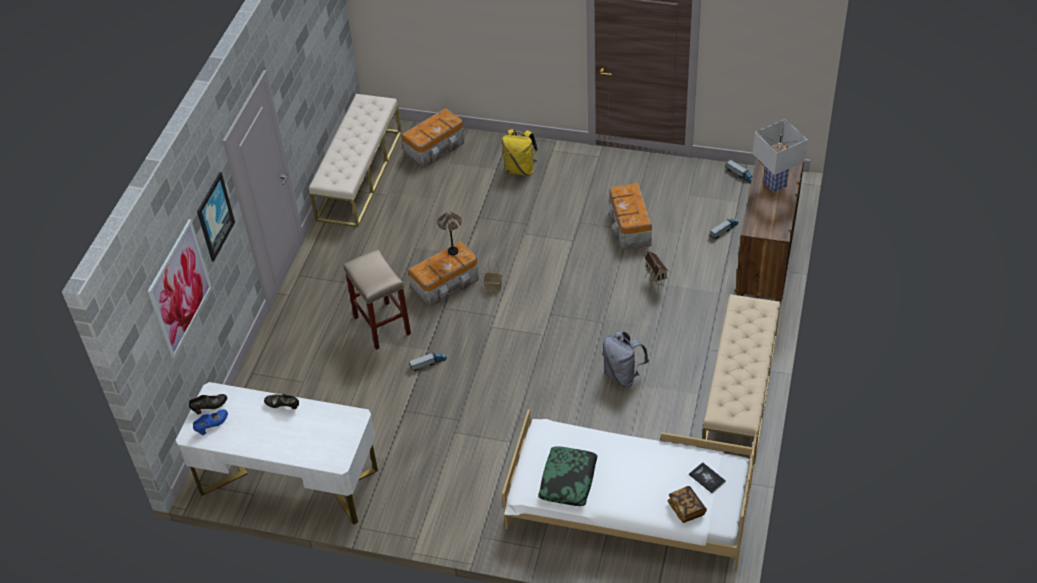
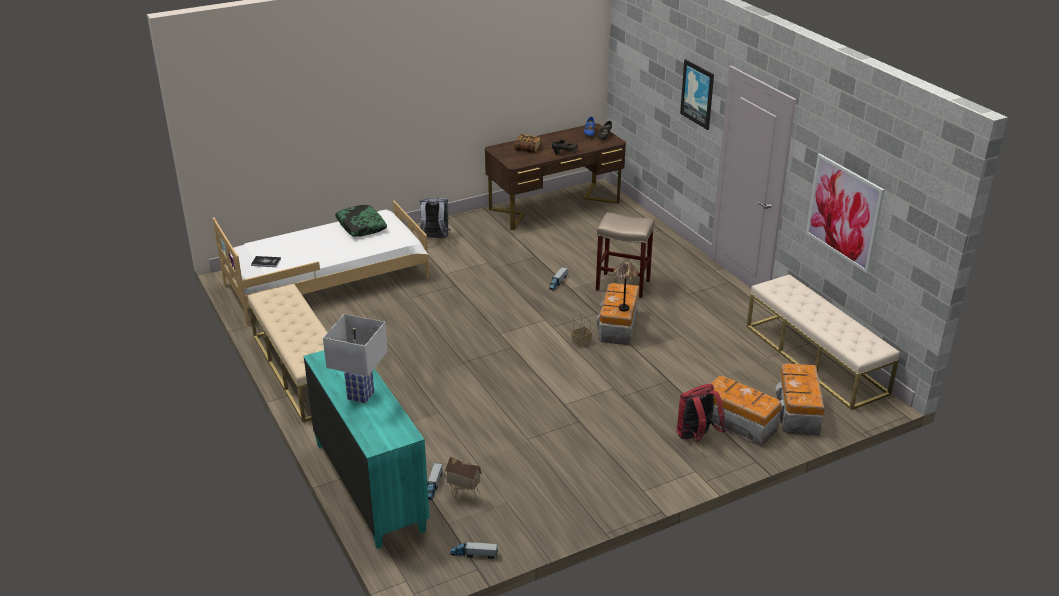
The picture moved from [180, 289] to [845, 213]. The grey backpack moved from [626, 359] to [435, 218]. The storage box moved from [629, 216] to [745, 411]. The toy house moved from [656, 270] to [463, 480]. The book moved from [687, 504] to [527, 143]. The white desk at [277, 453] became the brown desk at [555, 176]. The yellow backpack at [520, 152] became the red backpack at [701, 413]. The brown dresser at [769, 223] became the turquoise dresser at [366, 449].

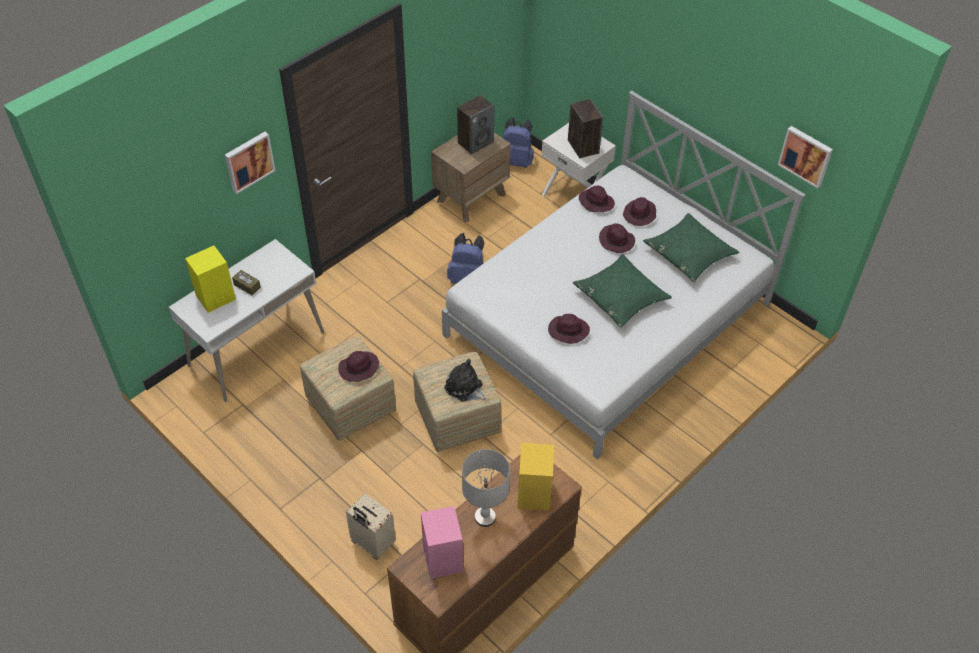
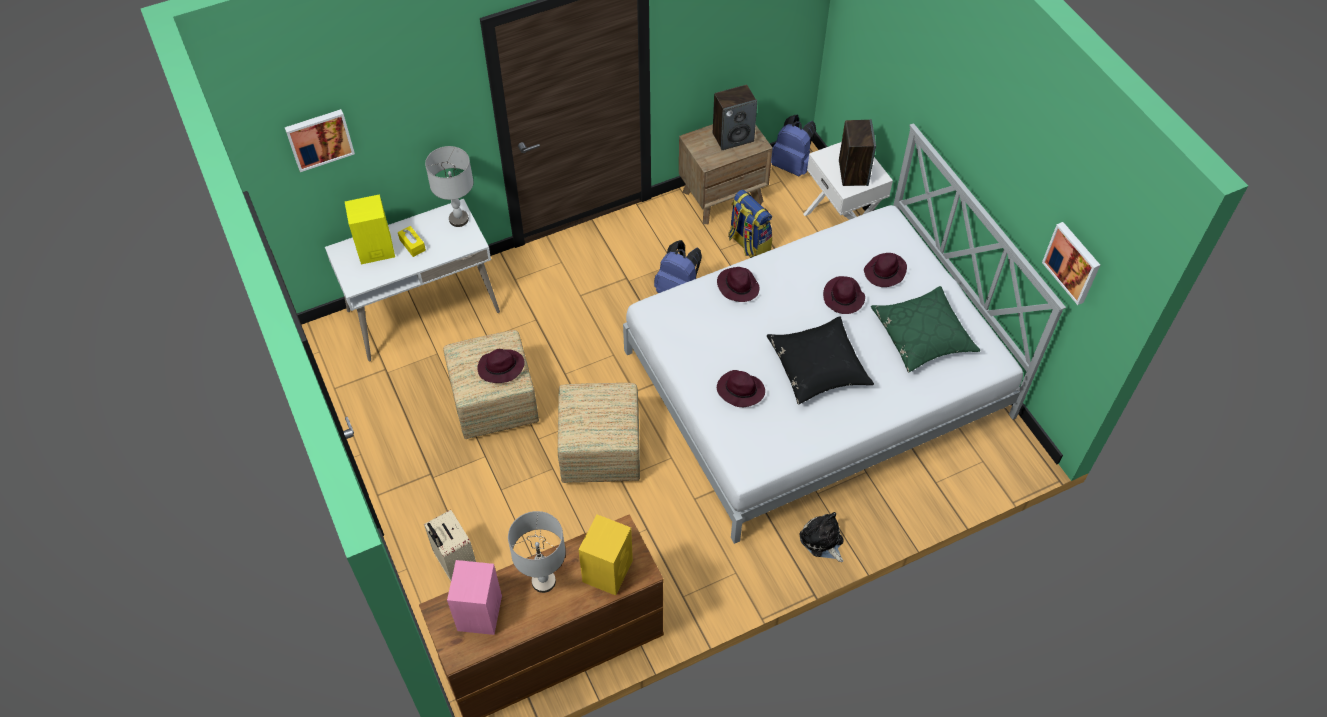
The grey table lamp at [449, 186] appeared. The backpack at [750, 224] appeared. The picture moved from [250, 163] to [320, 140]. The plush toy moved from [465, 380] to [821, 537]. The purple hat moved from [597, 199] to [738, 284]. The brown tissue box at [246, 282] became the yellow tissue box at [412, 241]. The green pillow at [622, 291] became the black pillow at [820, 360].

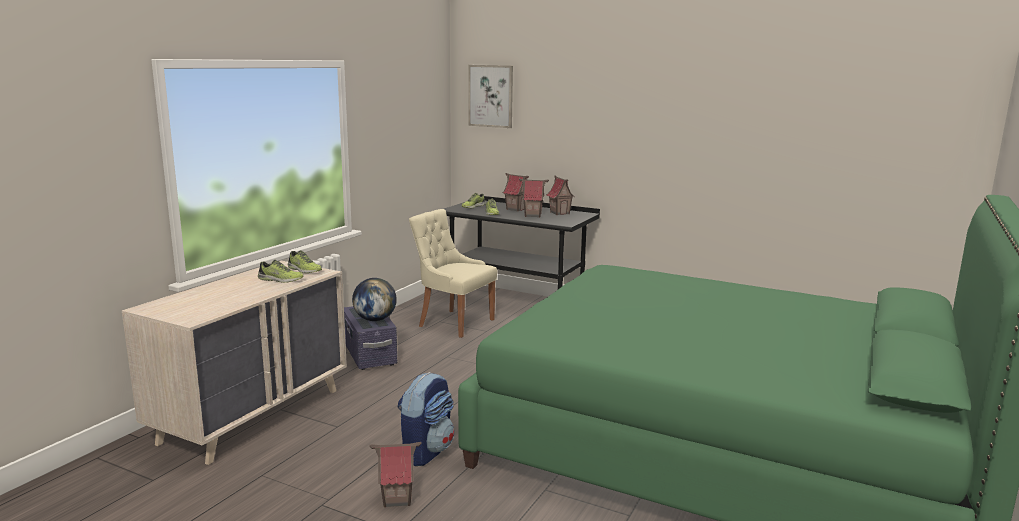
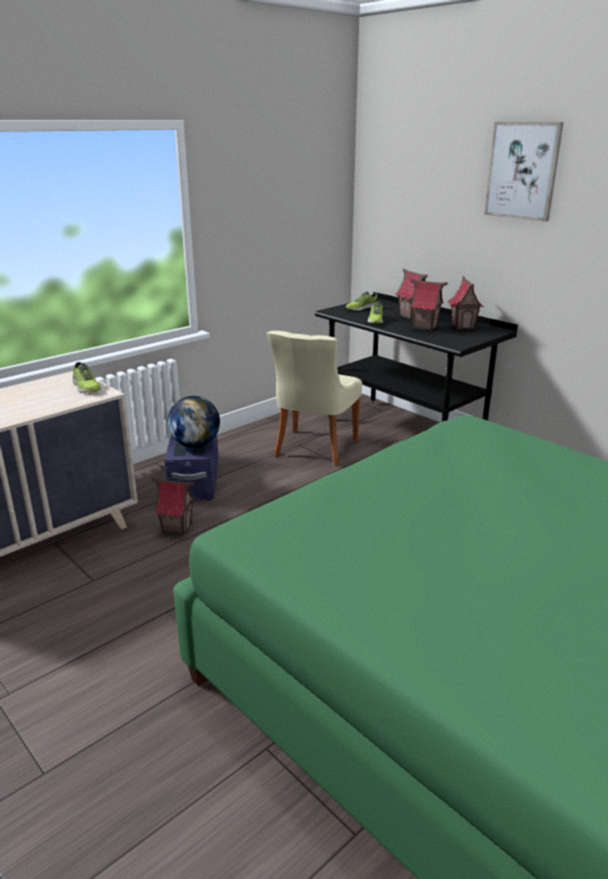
The shoe at [280, 271] disappeared. The backpack at [426, 419] disappeared. The toy house moved from [395, 475] to [173, 506]. The picture moved from [490, 96] to [524, 172]. The beige chair at [453, 273] turned 120 degrees counterclockwise.

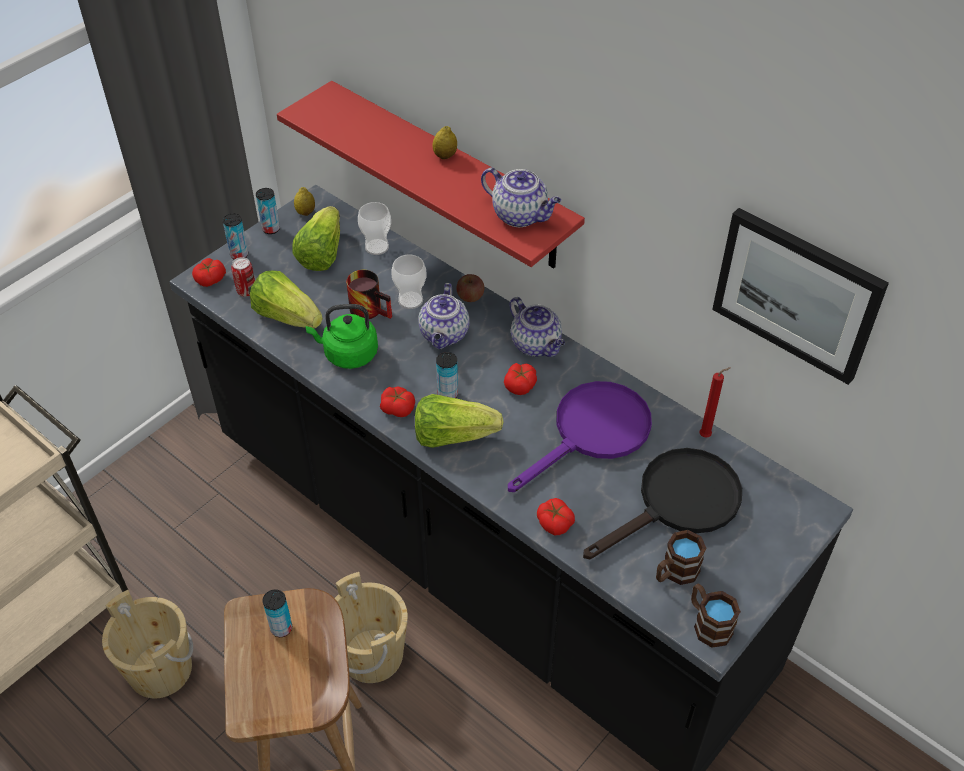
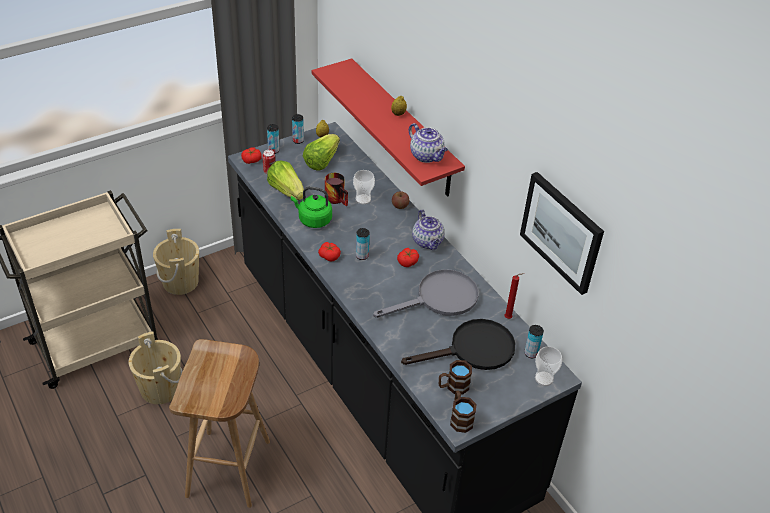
The lettuce at [459, 421] disappeared. The teapot at [444, 316] disappeared. The tomato at [556, 516] disappeared. The can moved from [277, 613] to [534, 341]. The beige bucket moved from [371, 627] to [176, 262]. The cup moved from [374, 228] to [548, 366]. The purple frying pan at [580, 436] became the grey frying pan at [425, 293].

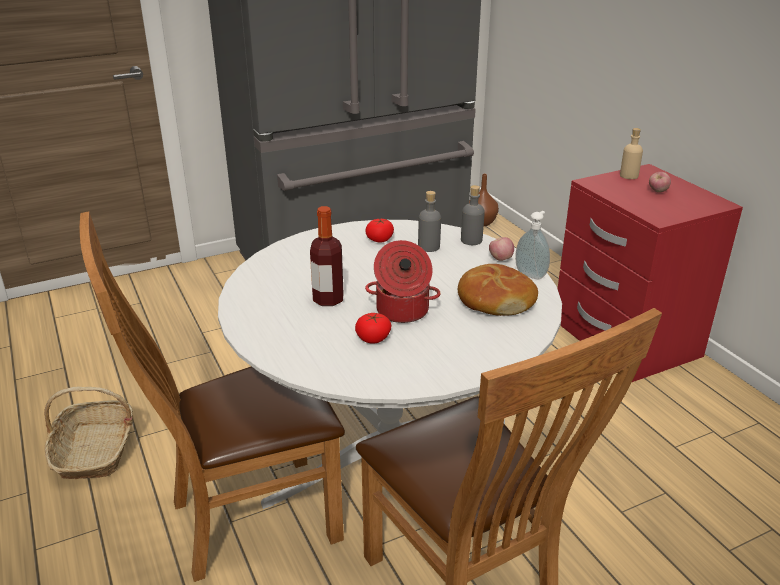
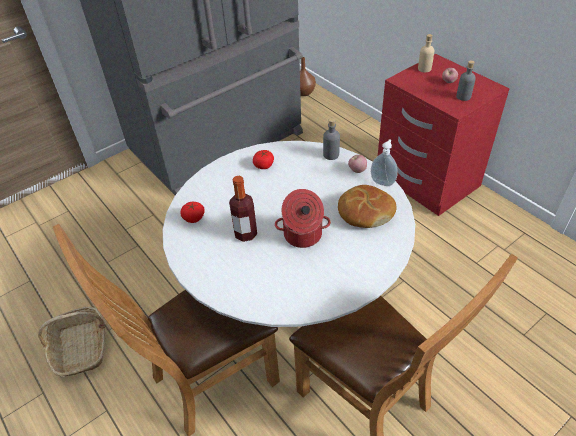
The tomato moved from [373, 328] to [192, 212]. The grey bottle moved from [429, 221] to [466, 80].

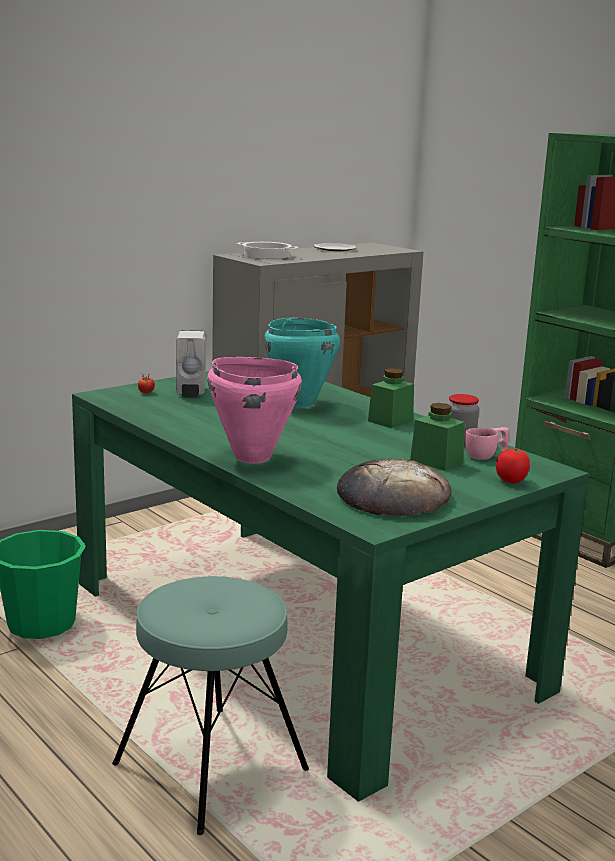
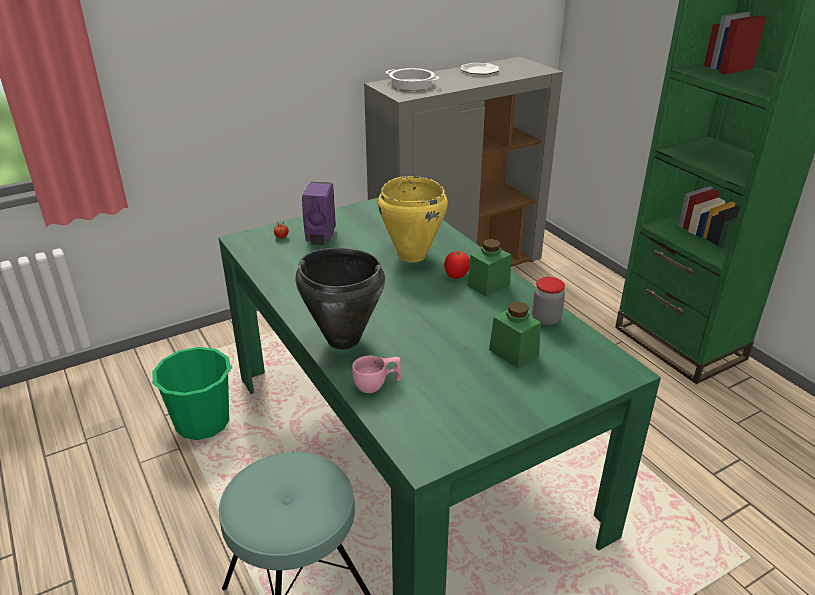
The bread at [394, 487] disappeared. The pink cup moved from [487, 443] to [376, 374]. The tomato moved from [513, 466] to [457, 265]. The white soap dispenser at [191, 363] became the purple soap dispenser at [319, 213]. The pink cooking pot at [254, 410] became the black cooking pot at [340, 298]. The turquoise cooking pot at [302, 362] became the yellow cooking pot at [413, 219].

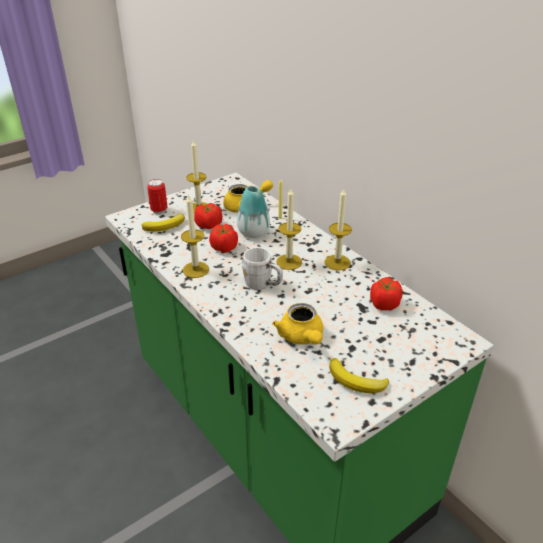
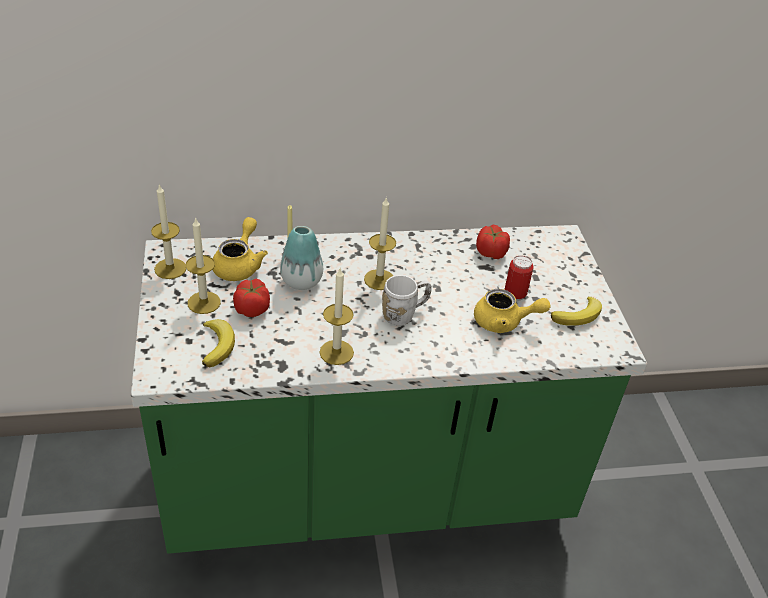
The tomato at [223, 238] disappeared. The can moved from [157, 196] to [519, 278]. The candle moved from [338, 229] to [169, 231].

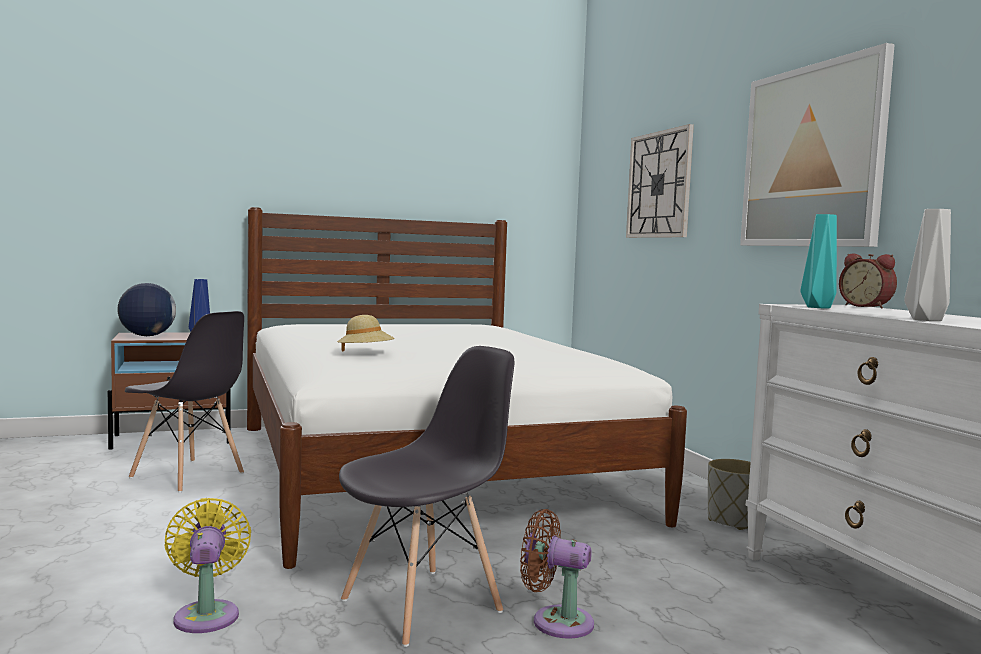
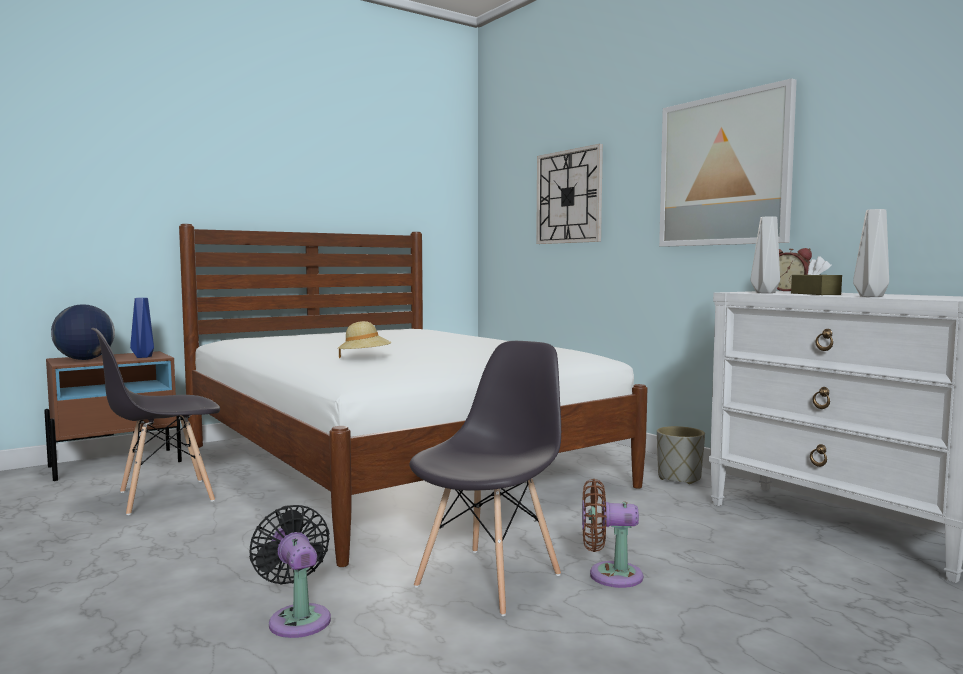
The brown tissue box at [816, 275] appeared. The yellow fan at [207, 565] became the black fan at [290, 571]. The turquoise vase at [818, 261] became the grey vase at [765, 254]. The grey chair at [184, 402] turned 135 degrees clockwise.

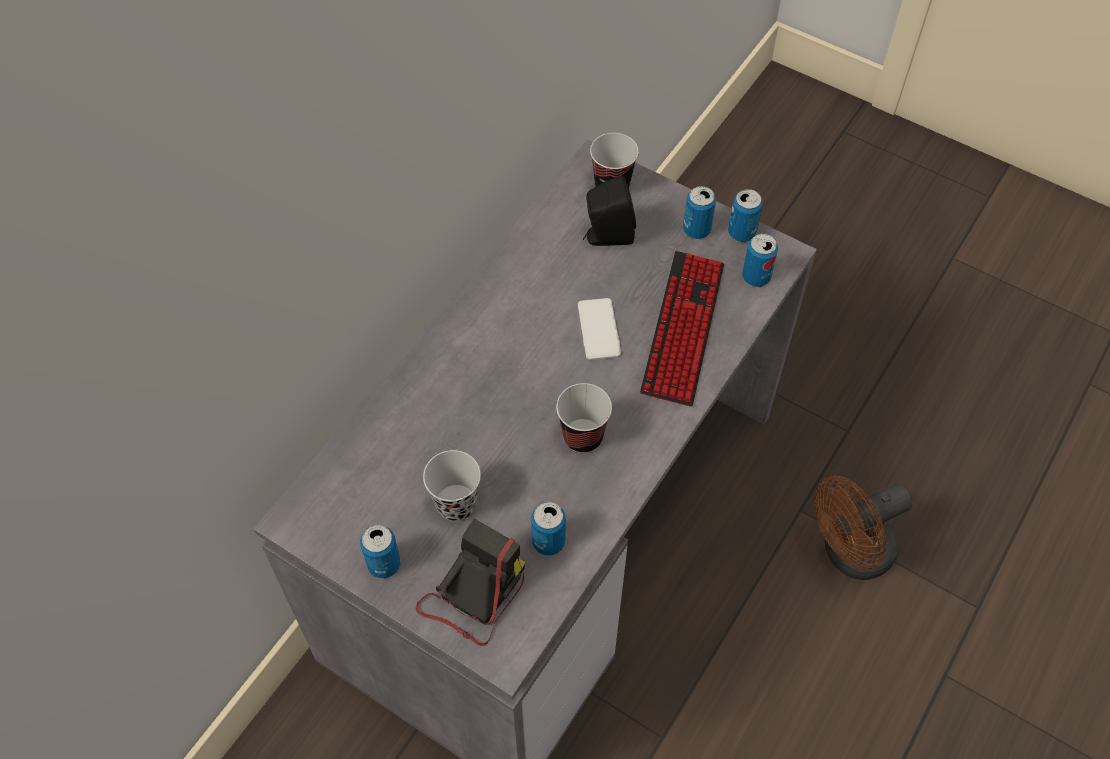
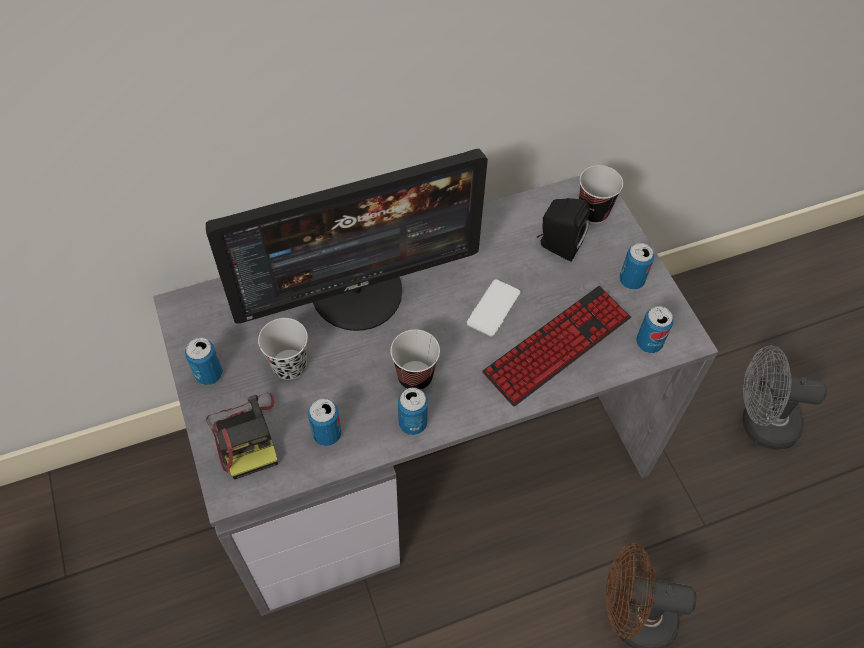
The monitor at [347, 240] appeared. The grey fan at [785, 397] appeared. The can moved from [745, 215] to [413, 411]. The photo camera at [470, 582] turned 90 degrees clockwise.

